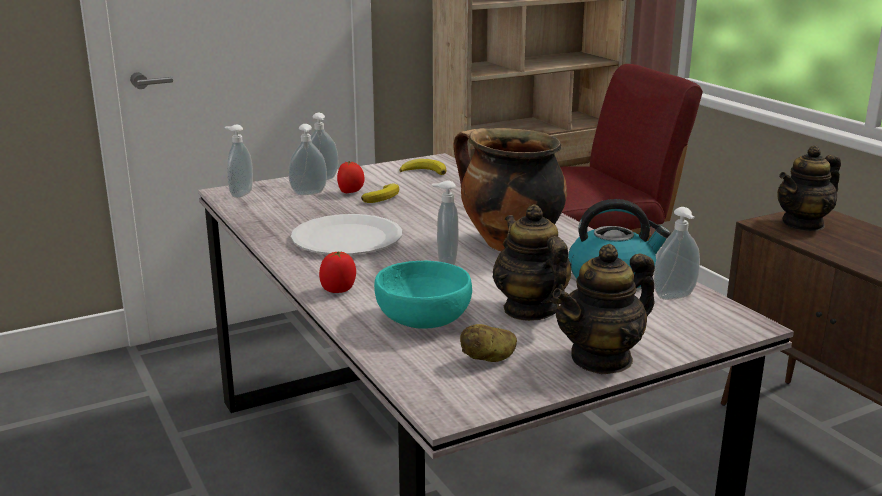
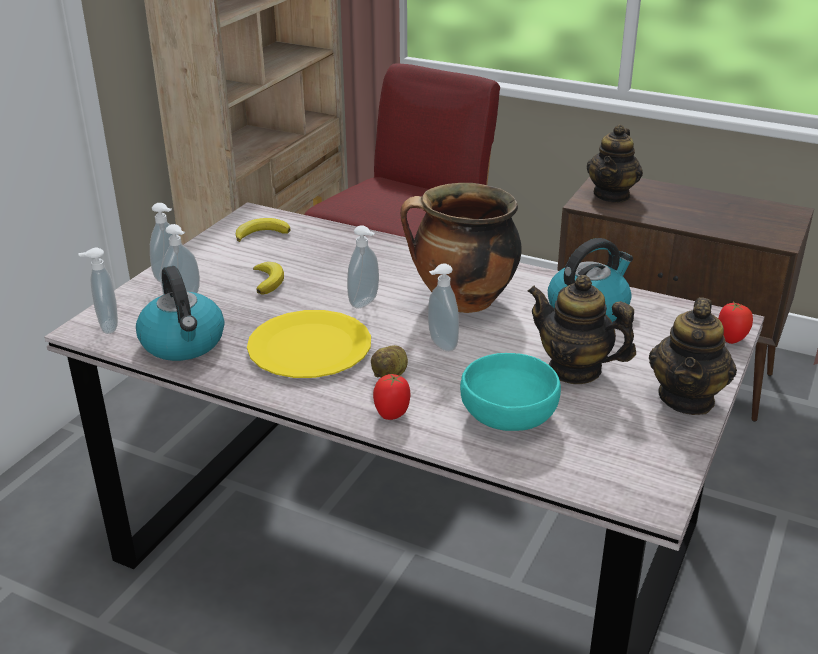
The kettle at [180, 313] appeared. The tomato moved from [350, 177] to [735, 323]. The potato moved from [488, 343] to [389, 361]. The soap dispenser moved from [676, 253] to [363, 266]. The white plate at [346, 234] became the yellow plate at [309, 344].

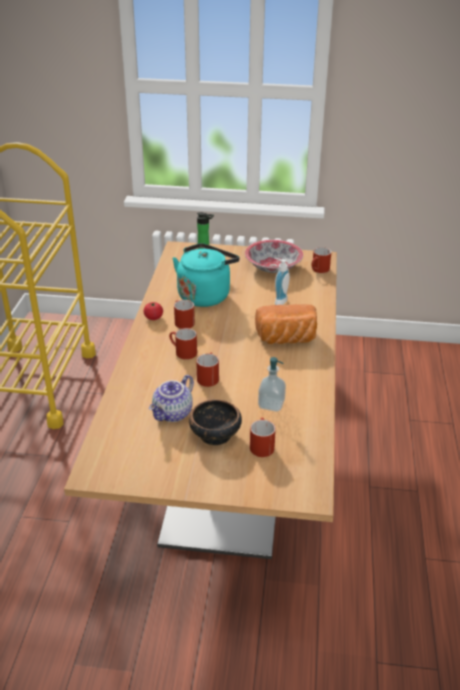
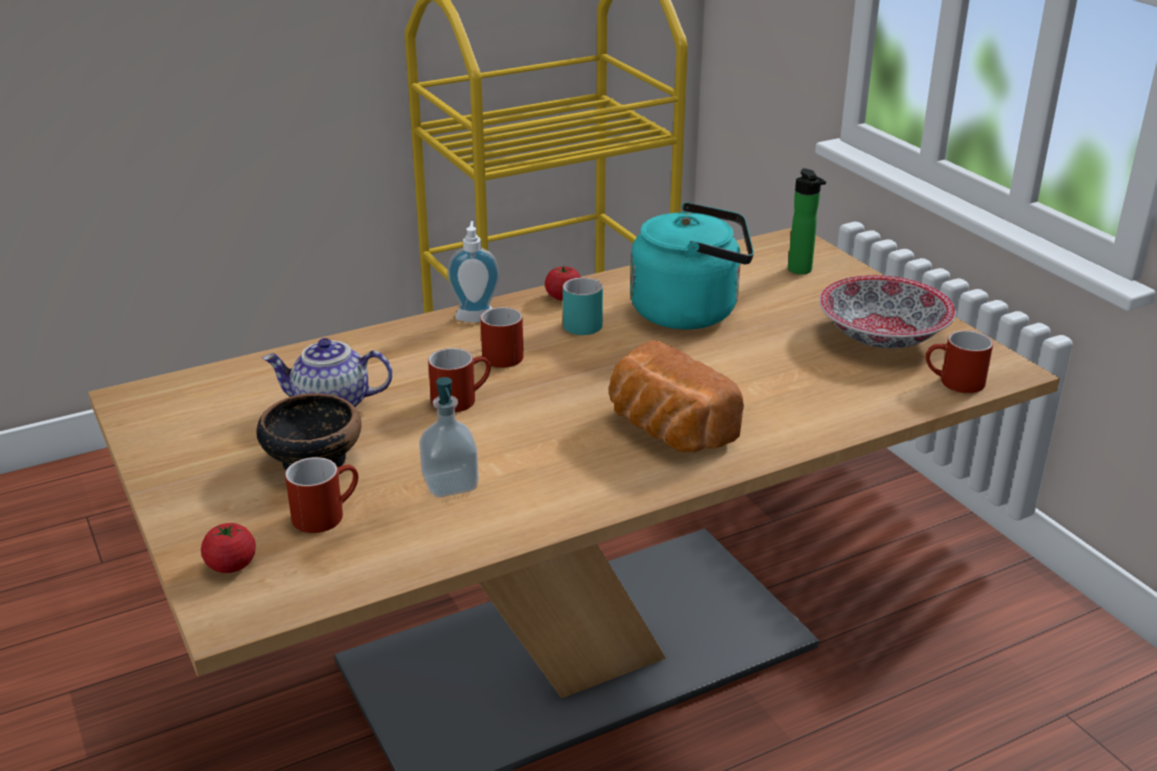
The tomato at [228, 548] appeared. The soap dispenser moved from [282, 281] to [473, 271]. The red mug at [184, 314] became the turquoise mug at [583, 306].

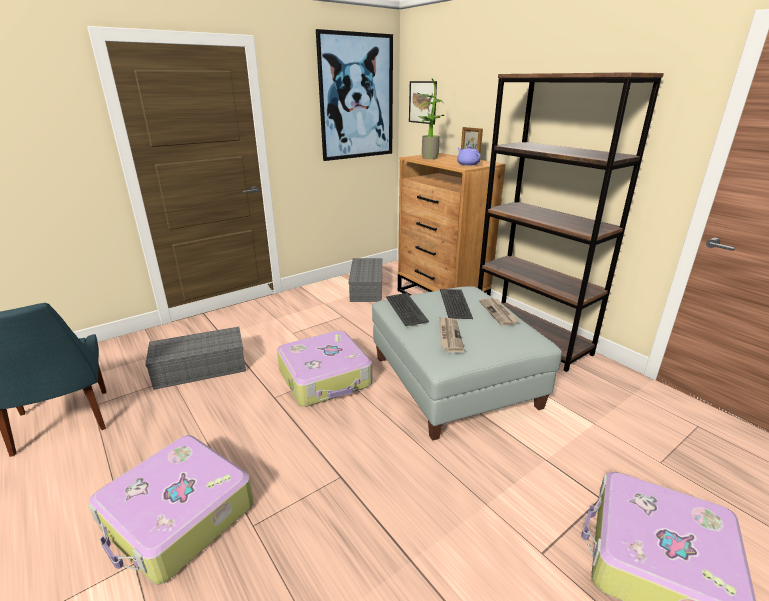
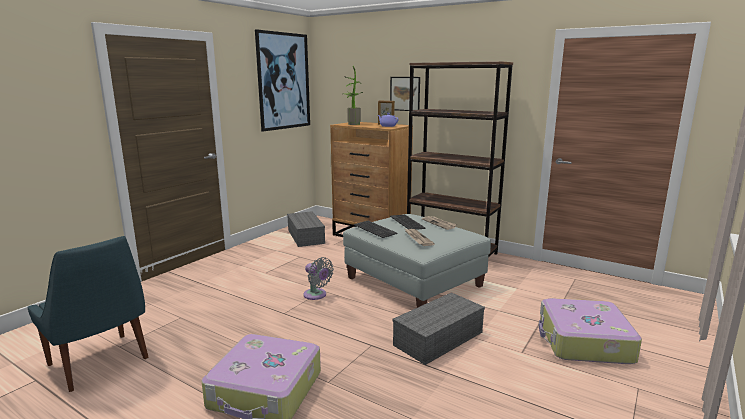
The grey storage box moved from [195, 358] to [438, 328]. The picture moved from [423, 102] to [405, 94]. The suitcase at [324, 369] was replaced by the grey fan at [318, 278].

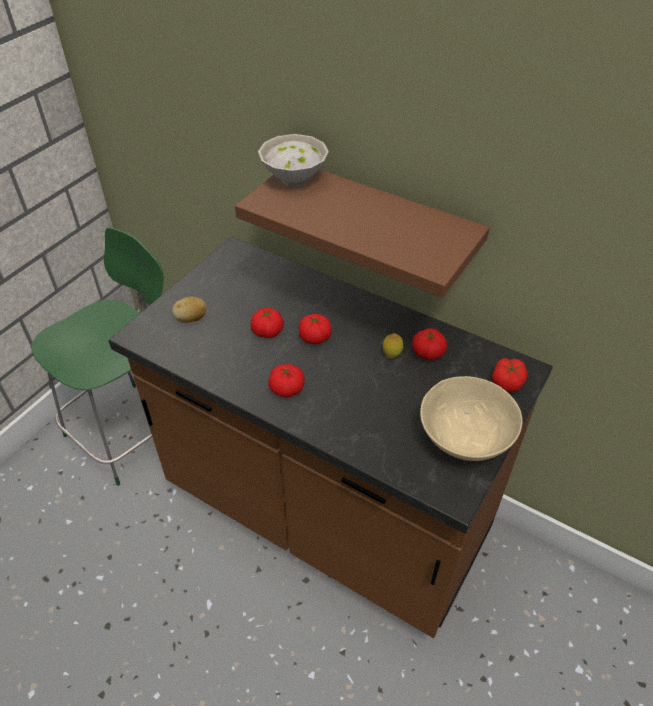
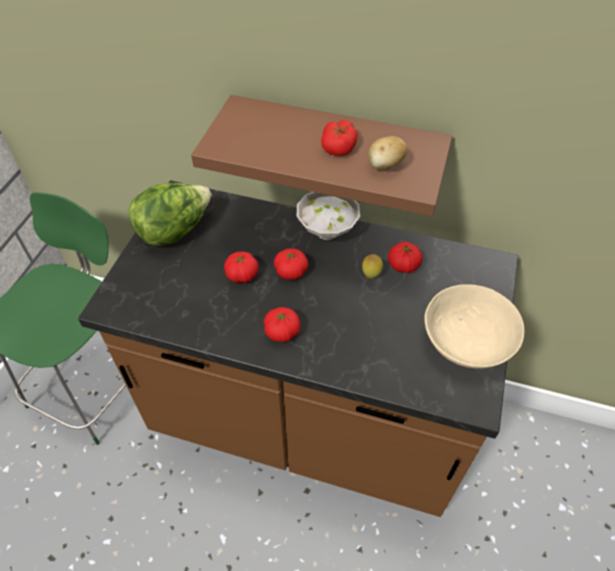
The lettuce at [170, 214] appeared. The potato moved from [189, 310] to [387, 153]. The white bowl moved from [293, 160] to [328, 216]. The tomato moved from [510, 375] to [339, 138].

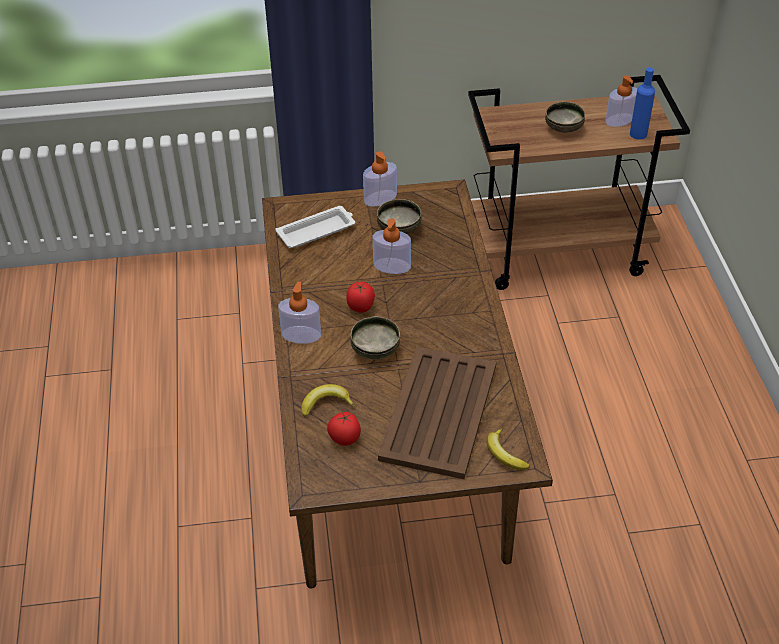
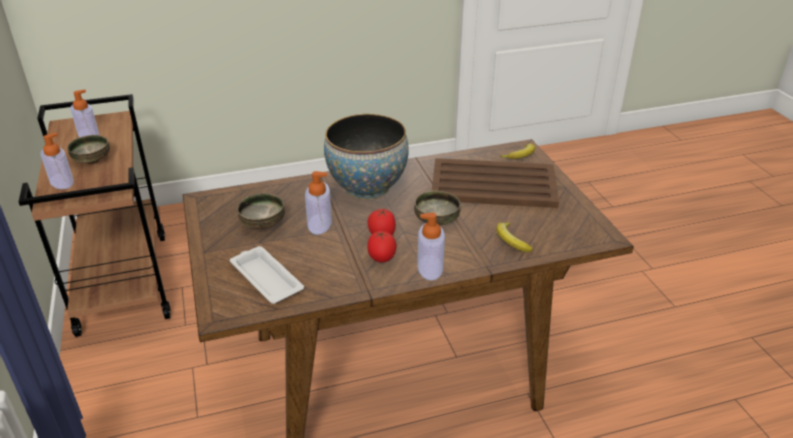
The blue bottle at [642, 103] disappeared. The bowl at [366, 157] appeared. The tomato moved from [344, 429] to [382, 246]. The soap dispenser moved from [380, 179] to [57, 161].

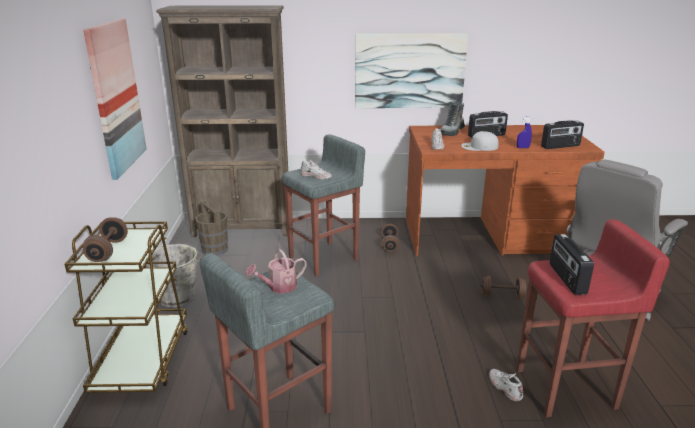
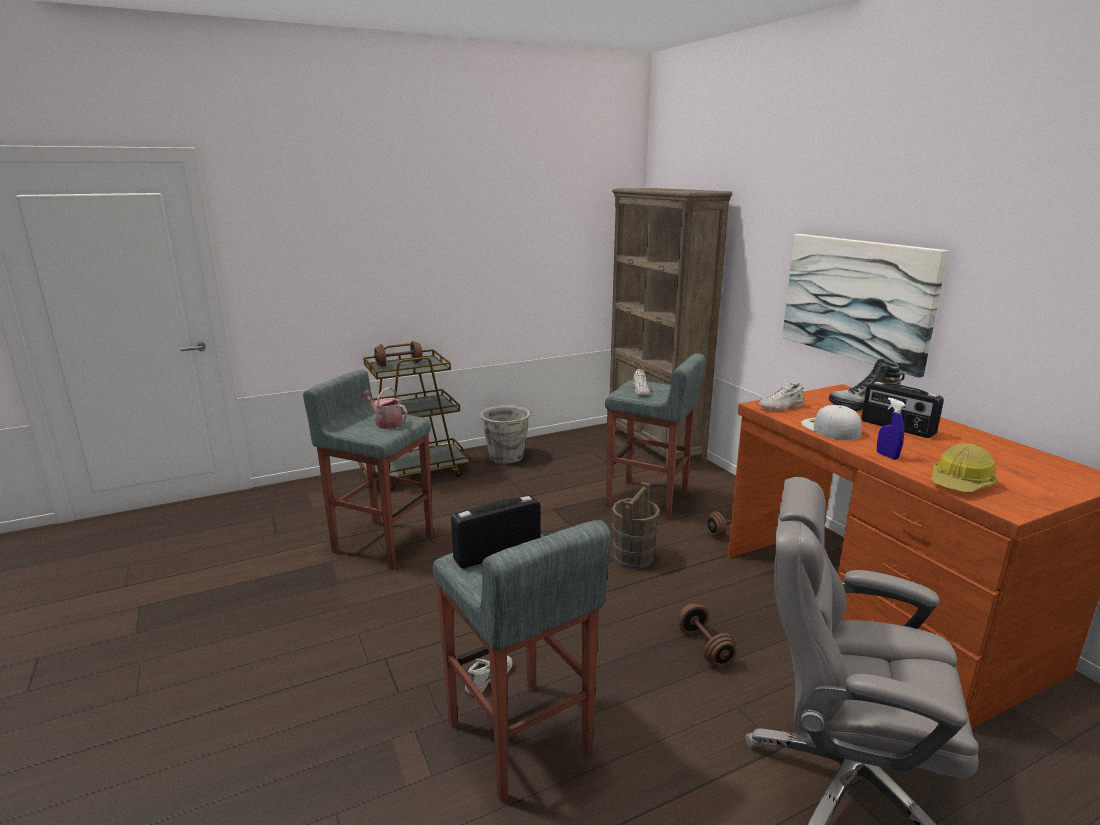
The picture at [115, 99] disappeared. The brown bucket moved from [211, 228] to [636, 525]. The radio at [562, 134] was replaced by the hard hat at [964, 468]. The red stool at [593, 318] became the grey stool at [521, 661].

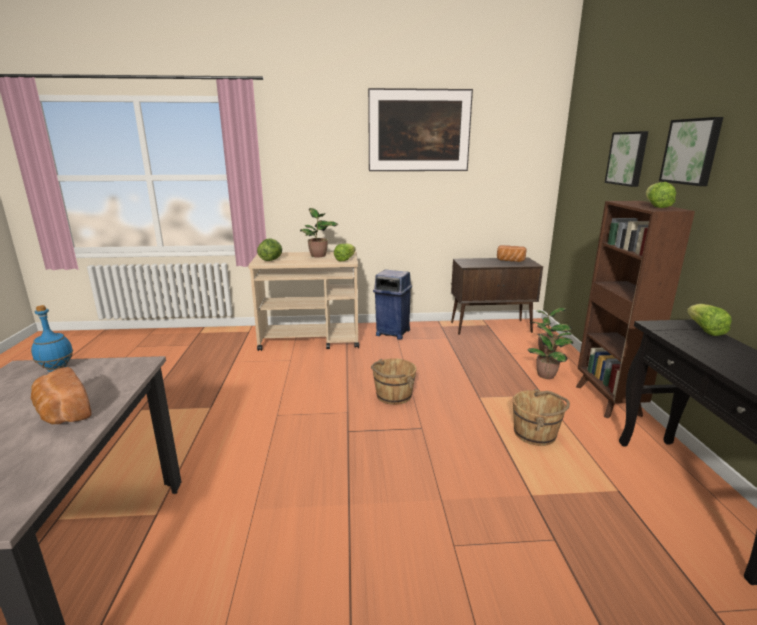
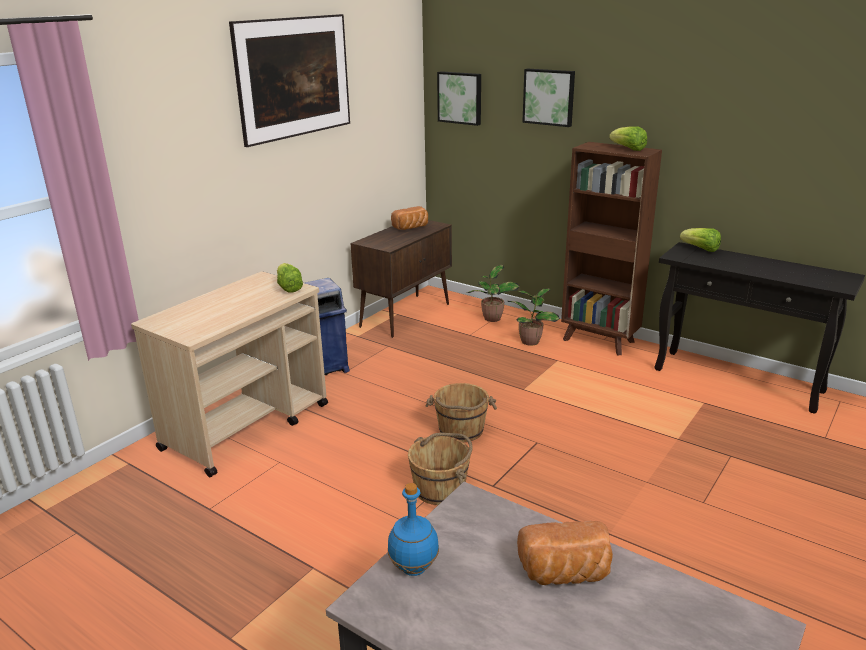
The lettuce at [269, 249] disappeared. The potted plant at [319, 233] disappeared. The brown bucket moved from [541, 417] to [440, 469]. The picture moved from [691, 151] to [459, 98].

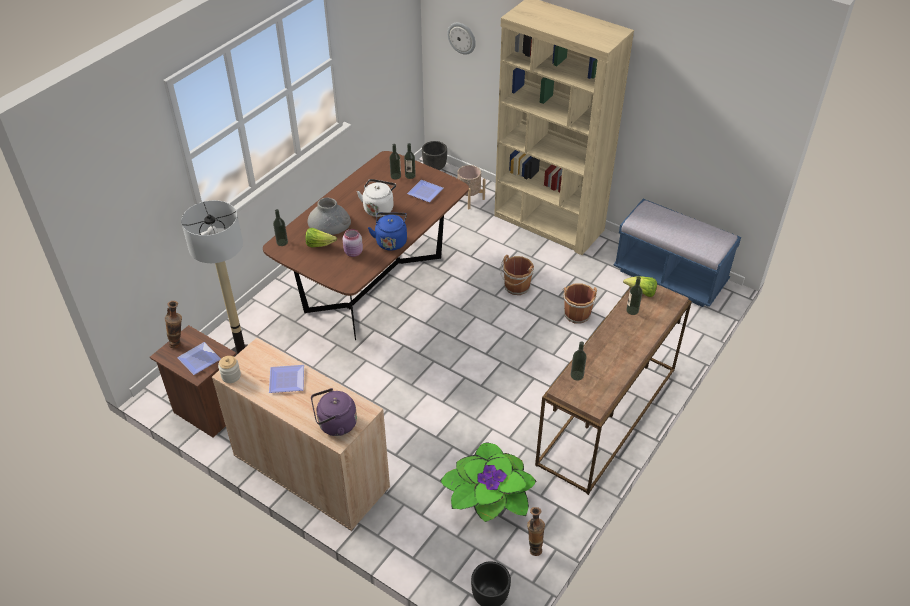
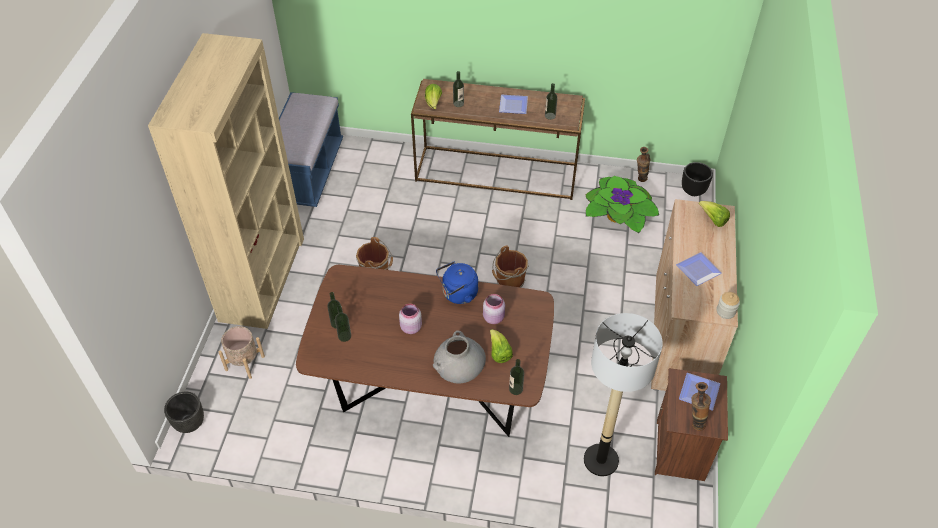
The wall clock at [461, 39] disappeared. The plate moved from [425, 191] to [513, 104]. The brown bucket moved from [579, 303] to [510, 267]. The purple kettle at [334, 412] was replaced by the lettuce at [714, 214]. The white kettle at [376, 198] was replaced by the pink jar at [410, 319].

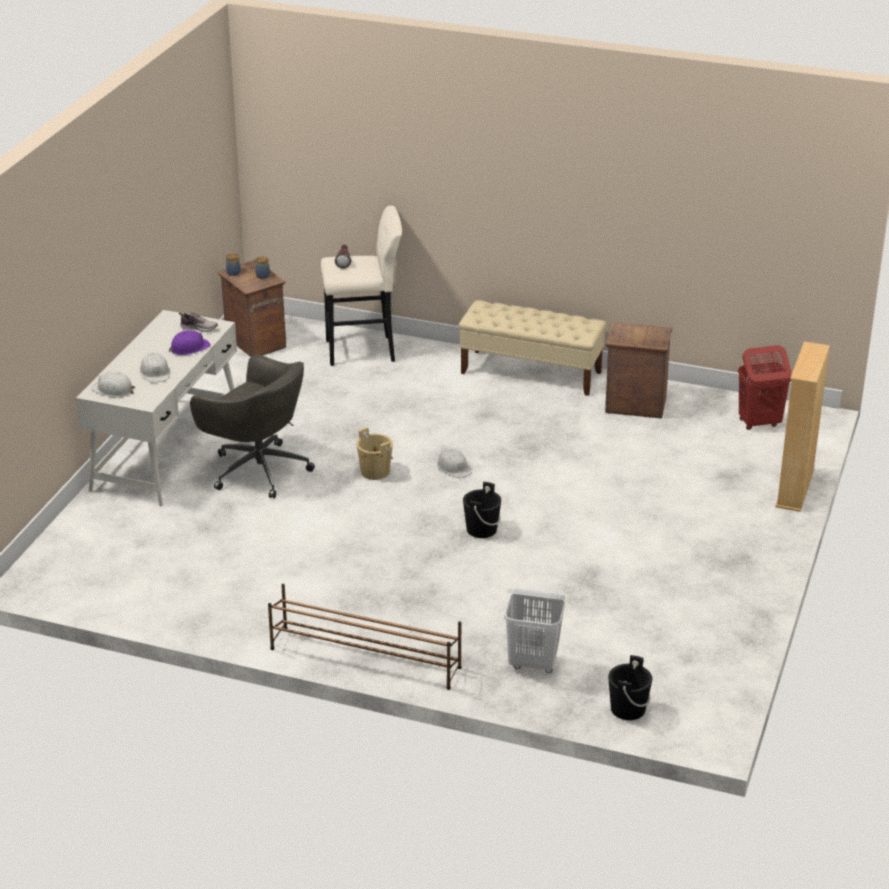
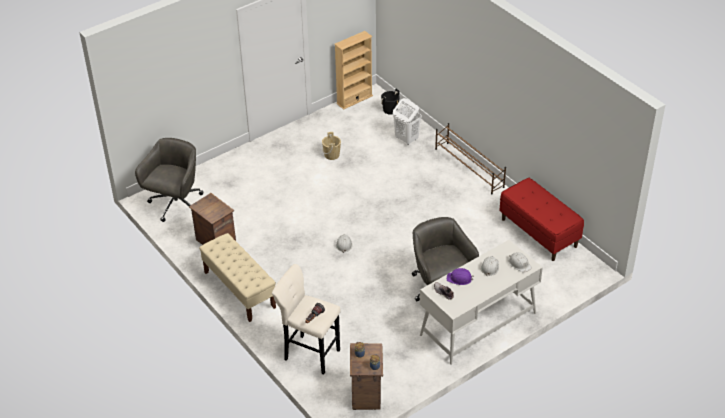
The black bucket at [482, 510] disappeared. The red bench at [541, 219] appeared. The beige bucket moved from [374, 453] to [331, 146]. The beige bookcase moved from [802, 426] to [353, 70]. The red laundry basket at [765, 387] was replaced by the grey office chair at [169, 180].

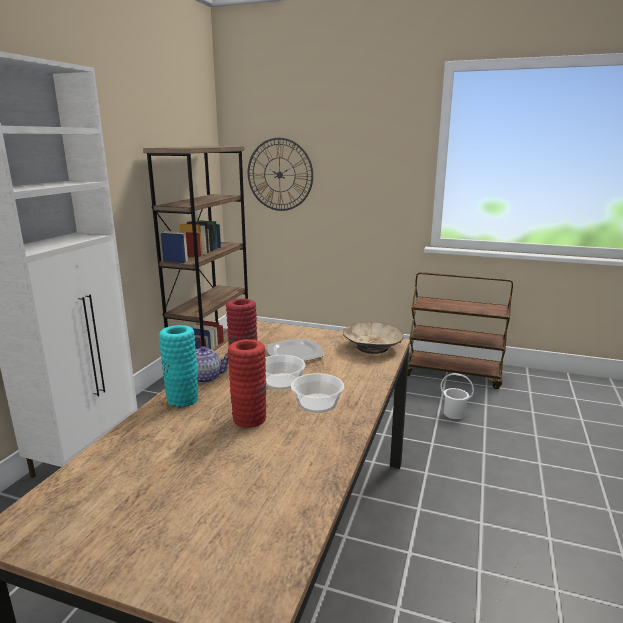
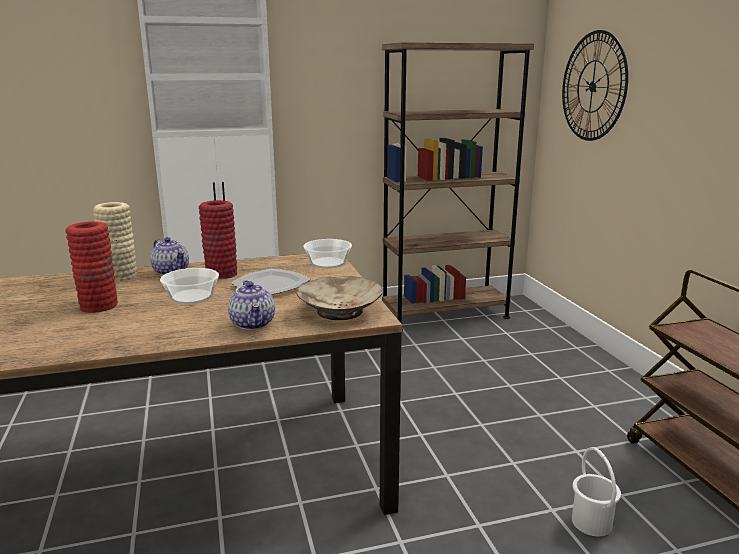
The teapot at [251, 305] appeared. The bowl moved from [317, 393] to [327, 253]. The turquoise vase at [178, 366] became the beige vase at [115, 242].

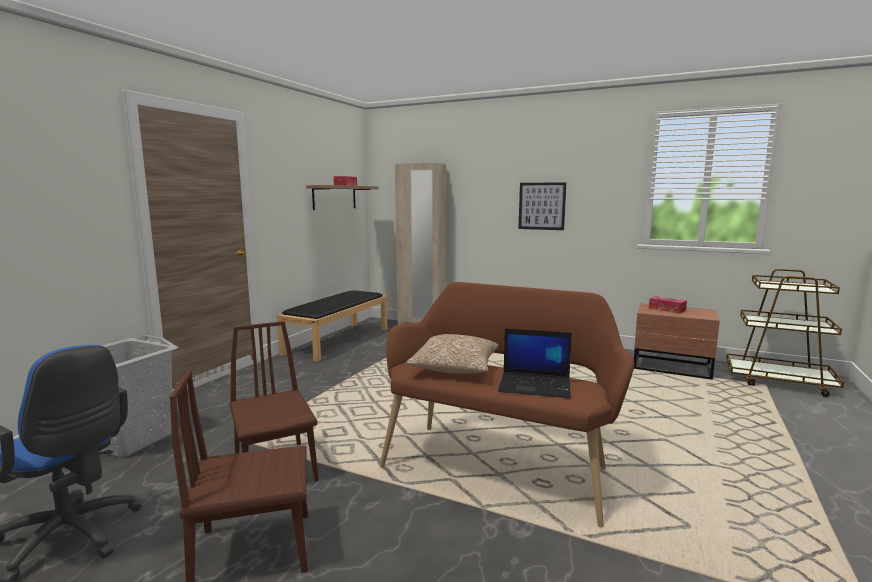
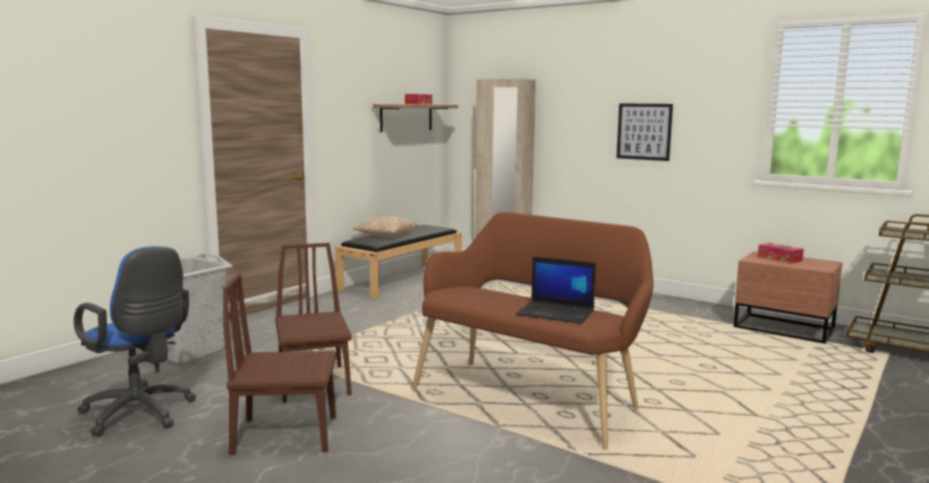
The pillow moved from [452, 354] to [385, 226].

